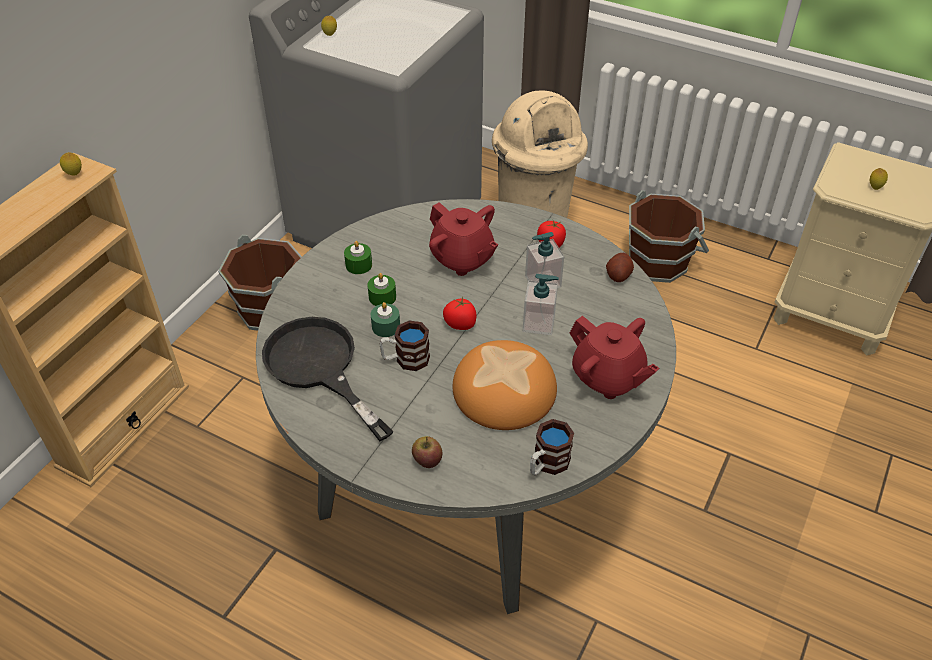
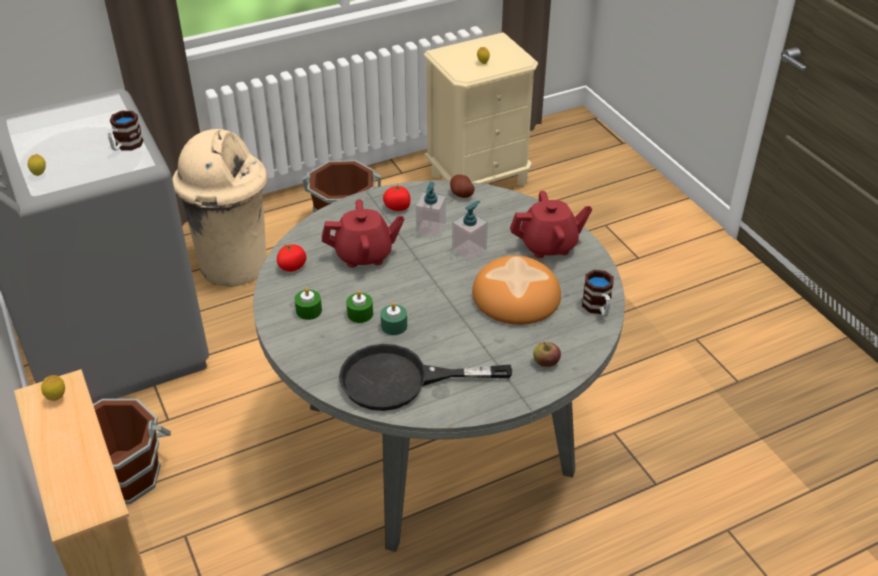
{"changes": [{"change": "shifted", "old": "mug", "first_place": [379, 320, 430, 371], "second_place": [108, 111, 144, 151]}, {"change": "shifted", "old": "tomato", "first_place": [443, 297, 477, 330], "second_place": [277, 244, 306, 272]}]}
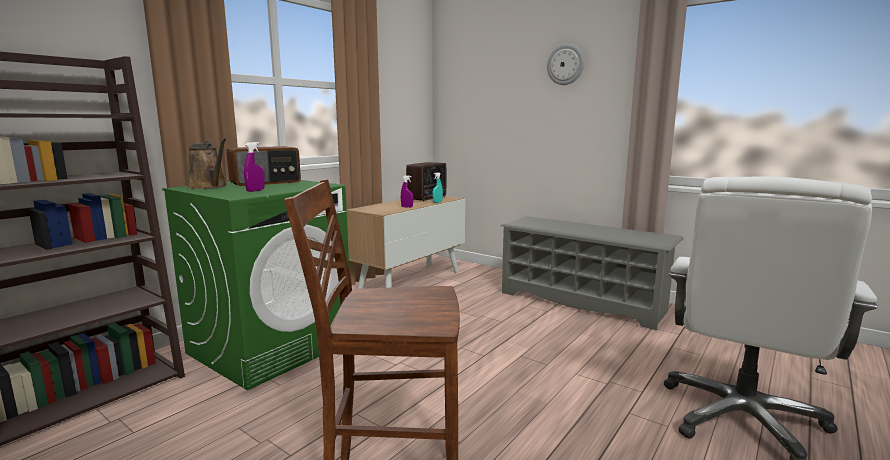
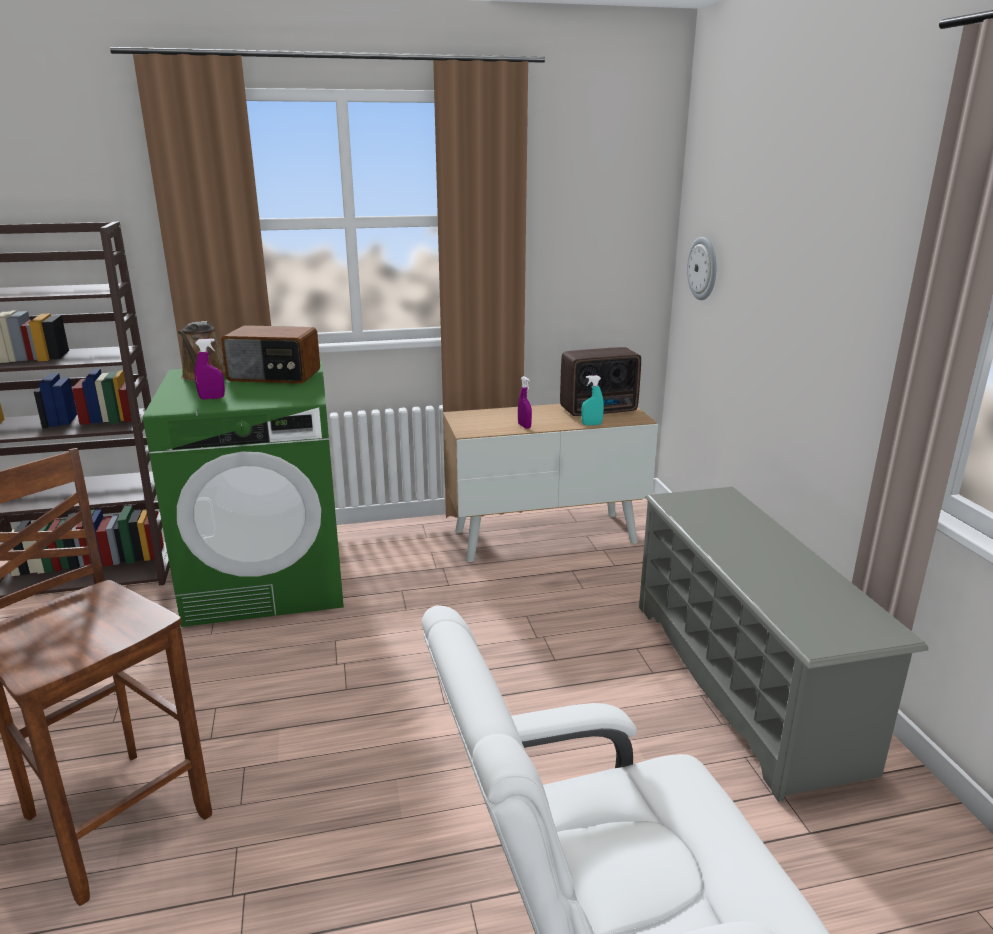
{"changes": [{"change": "shifted", "old": "wall clock", "first_place": [547, 44, 584, 85], "second_place": [687, 237, 716, 300]}]}
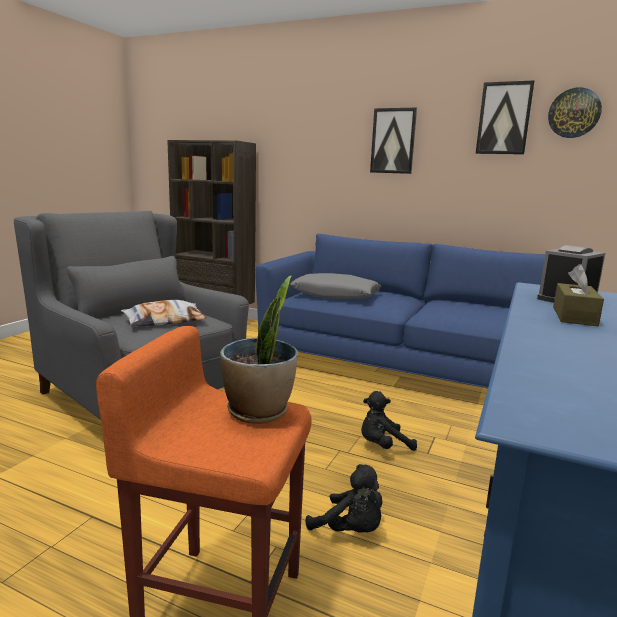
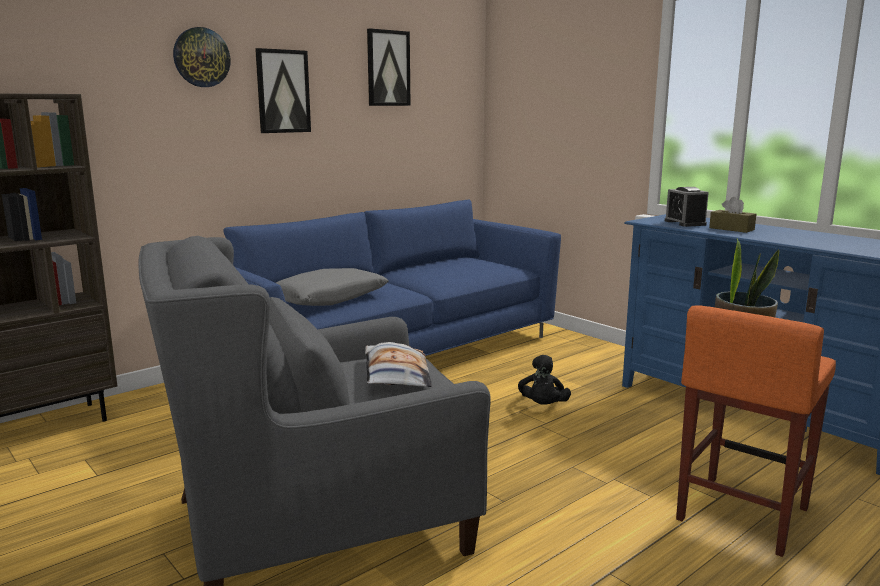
{"changes": [{"change": "shifted", "old": "wall clock", "first_place": [548, 87, 602, 138], "second_place": [173, 27, 230, 87]}, {"change": "gone", "old": "plush toy in black", "first_place": [305, 464, 382, 533]}]}
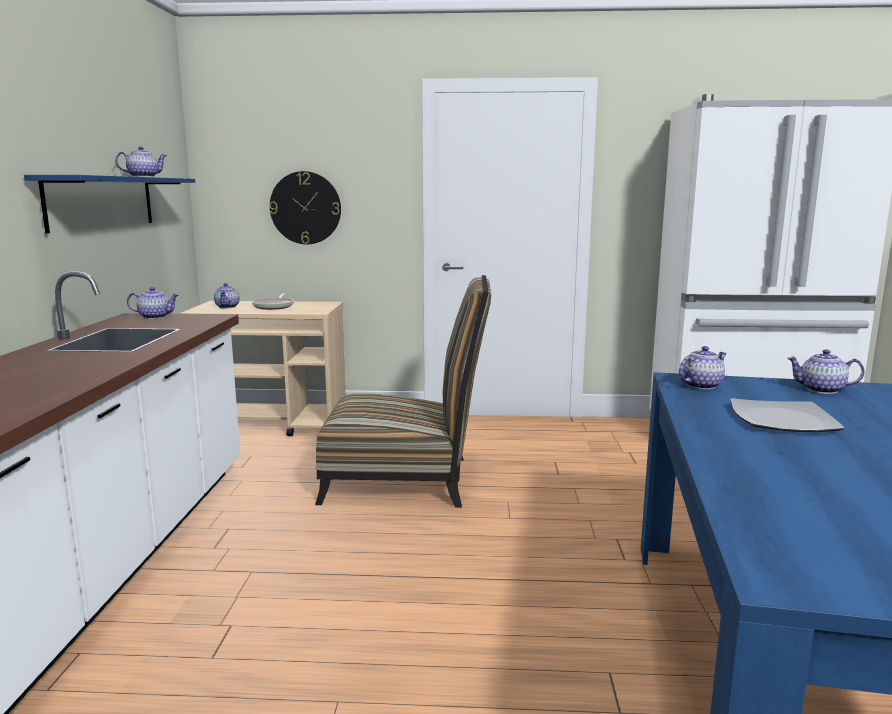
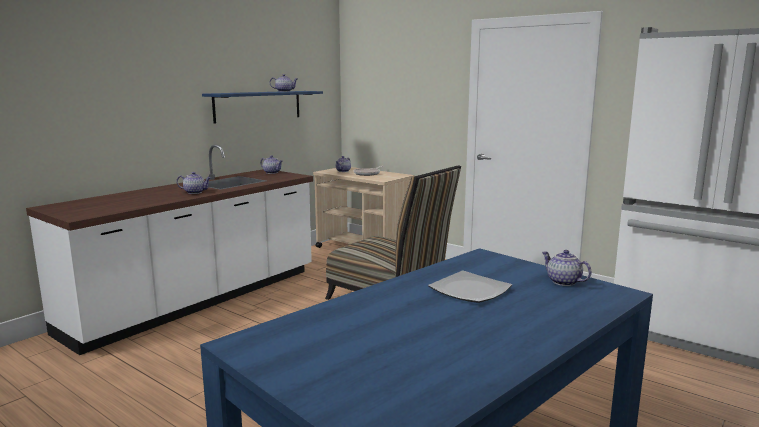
{"changes": [{"change": "shifted", "old": "teapot", "first_place": [679, 346, 727, 390], "second_place": [176, 172, 212, 194]}, {"change": "gone", "old": "wall clock", "first_place": [269, 171, 341, 244]}]}
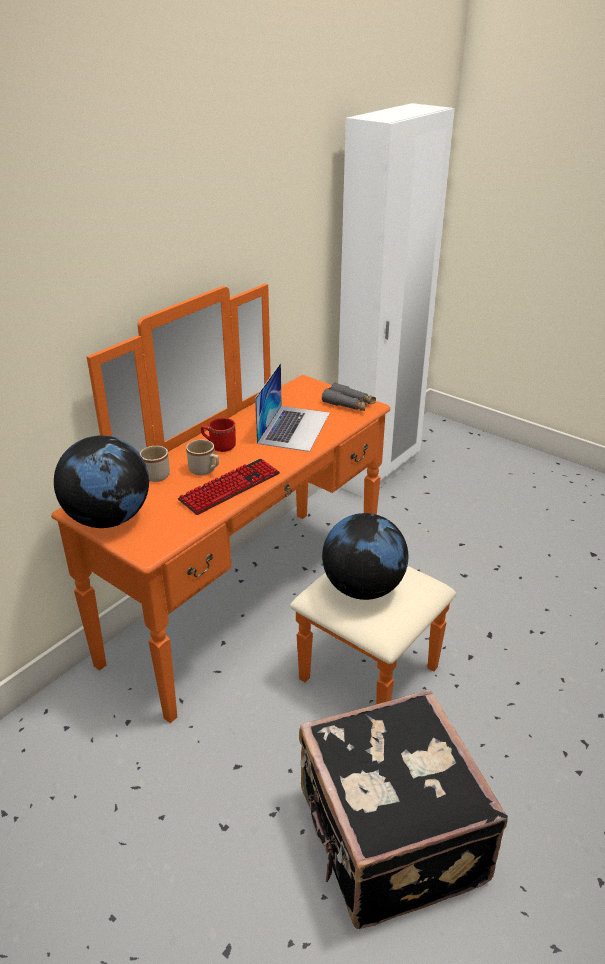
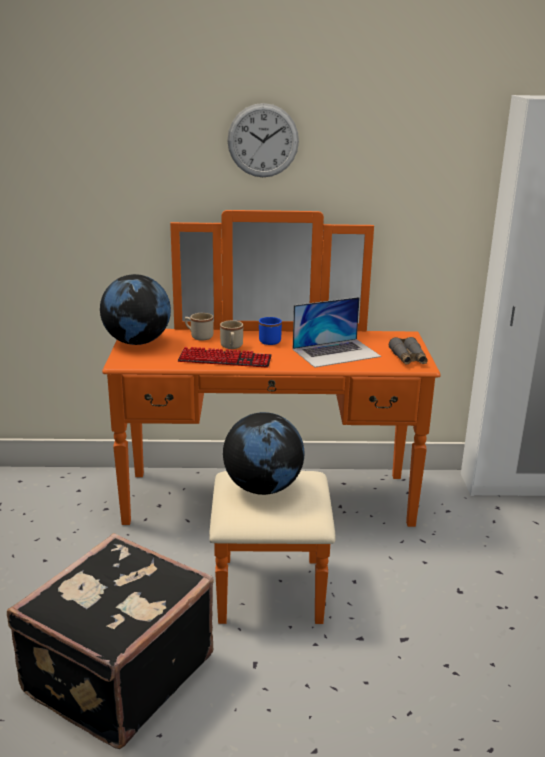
{"changes": [{"change": "new", "new": "wall clock", "second_place": [227, 103, 299, 177]}, {"change": "repainted", "old": "mug in red", "new": "mug in blue", "first_place": [201, 418, 236, 452], "second_place": [259, 317, 282, 345]}]}
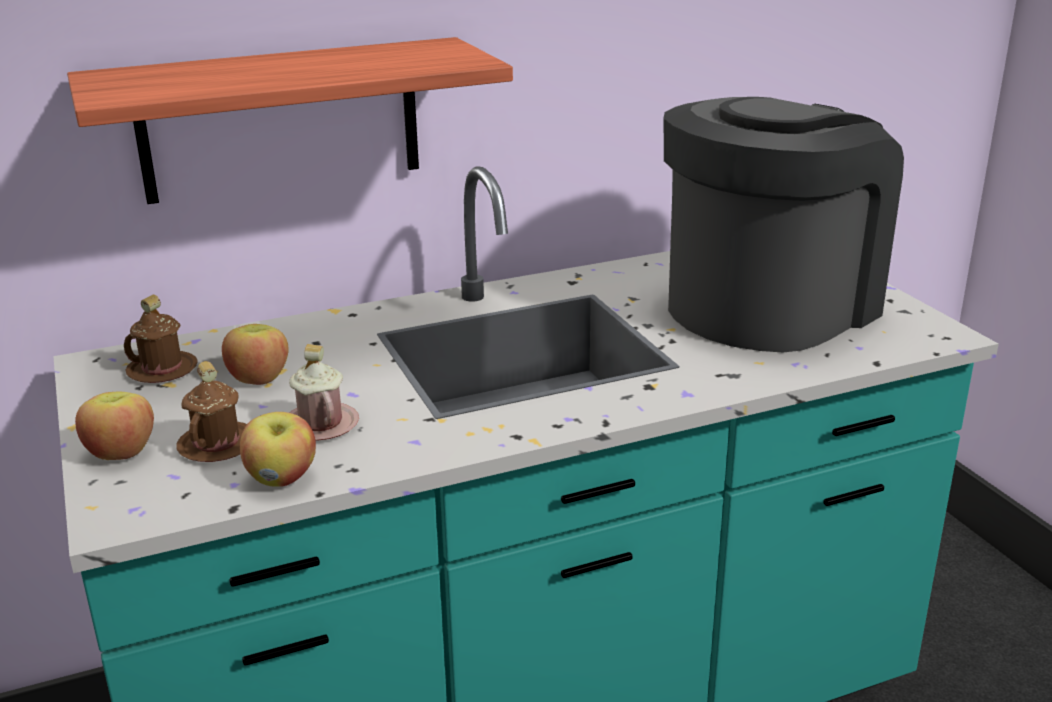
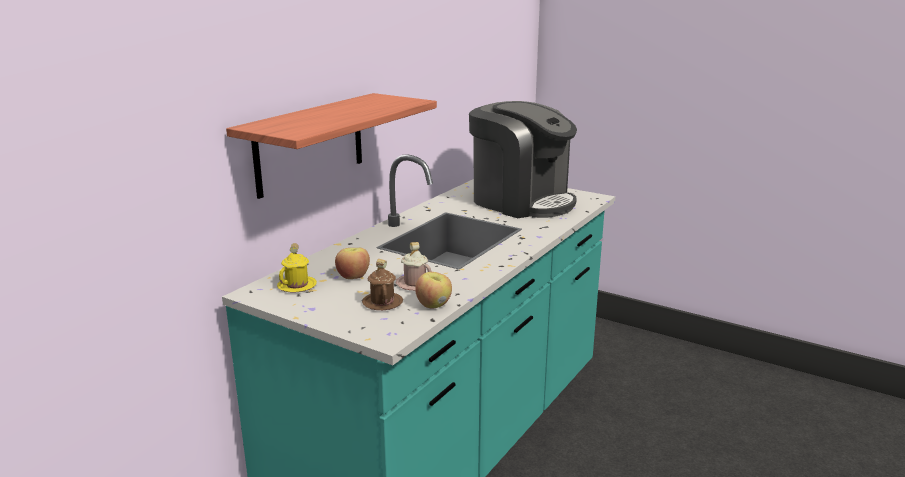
{"changes": [{"change": "repainted", "old": "mug in brown", "new": "mug in yellow", "first_place": [124, 295, 198, 383], "second_place": [277, 243, 317, 293]}, {"change": "rotated", "old": "coffee machine", "first_place": [664, 97, 904, 352], "second_place": [469, 101, 577, 218], "degrees": 120}, {"change": "gone", "old": "apple", "first_place": [75, 392, 154, 460]}]}
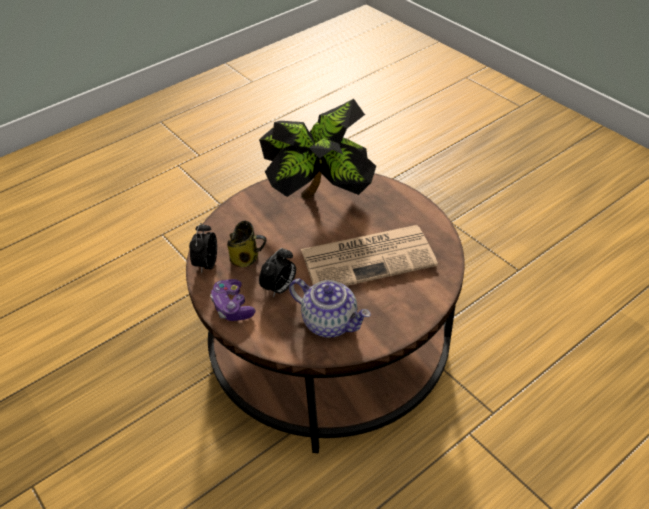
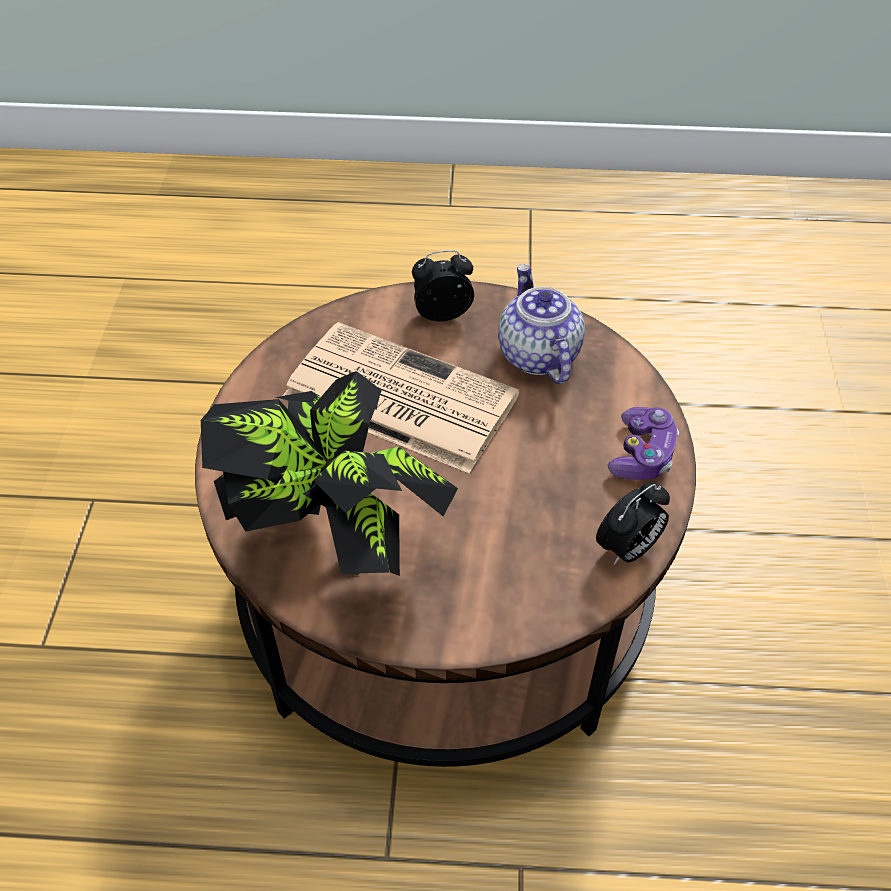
{"changes": [{"change": "shifted", "old": "alarm clock", "first_place": [259, 248, 296, 298], "second_place": [412, 250, 474, 321]}, {"change": "gone", "old": "mug", "first_place": [227, 220, 267, 267]}]}
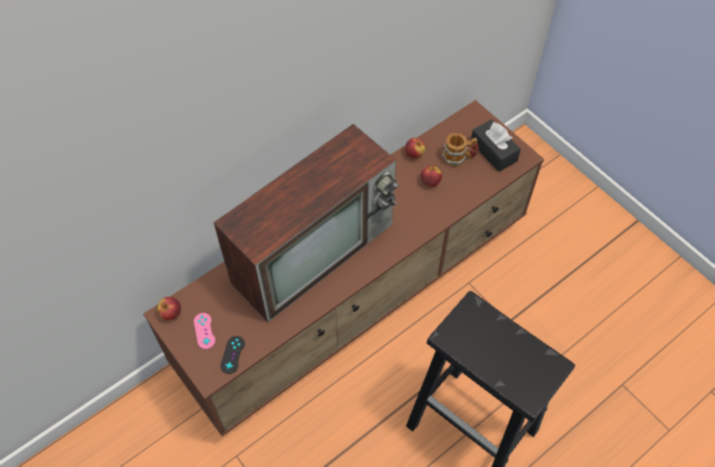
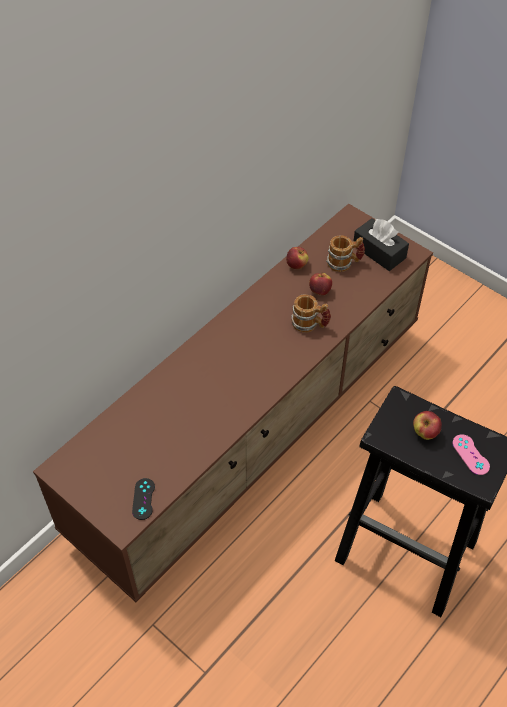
{"changes": [{"change": "new", "new": "mug", "second_place": [291, 294, 331, 333]}, {"change": "shifted", "old": "apple", "first_place": [157, 297, 181, 321], "second_place": [413, 411, 442, 440]}, {"change": "shifted", "old": "game controller in pink", "first_place": [194, 313, 215, 349], "second_place": [452, 434, 490, 475]}, {"change": "gone", "old": "television", "first_place": [214, 124, 399, 322]}]}
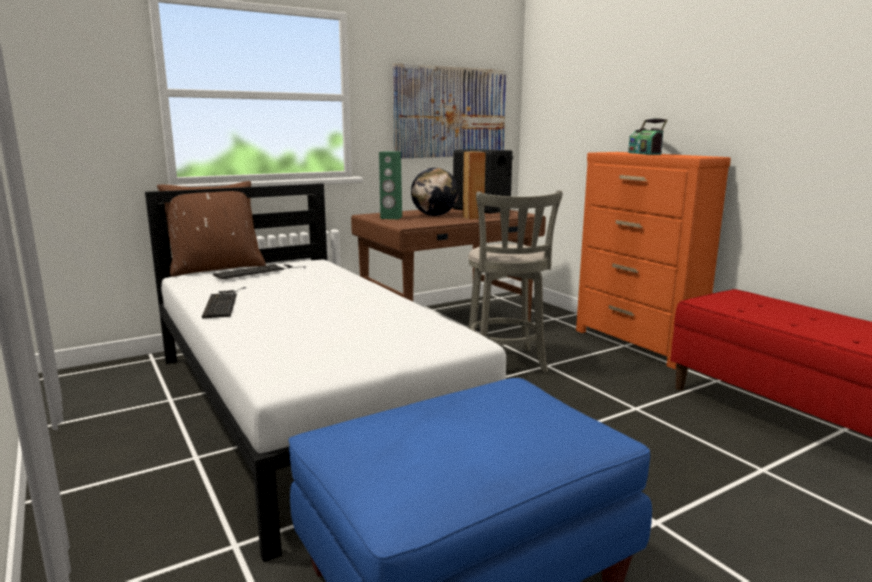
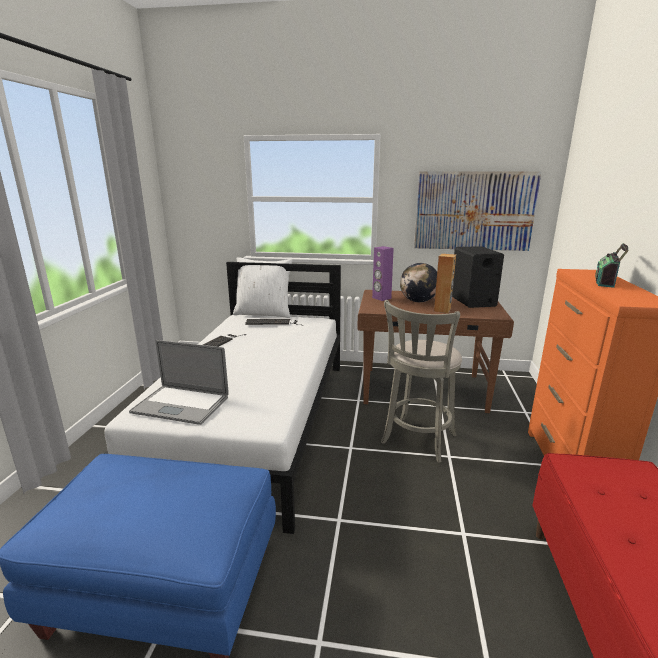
{"changes": [{"change": "new", "new": "laptop", "second_place": [129, 340, 229, 425]}, {"change": "repainted", "old": "pillow in brown", "new": "pillow in white", "first_place": [157, 181, 266, 277], "second_place": [233, 257, 293, 318]}, {"change": "repainted", "old": "speaker in green", "new": "speaker in purple", "first_place": [379, 151, 402, 219], "second_place": [372, 246, 394, 301]}]}
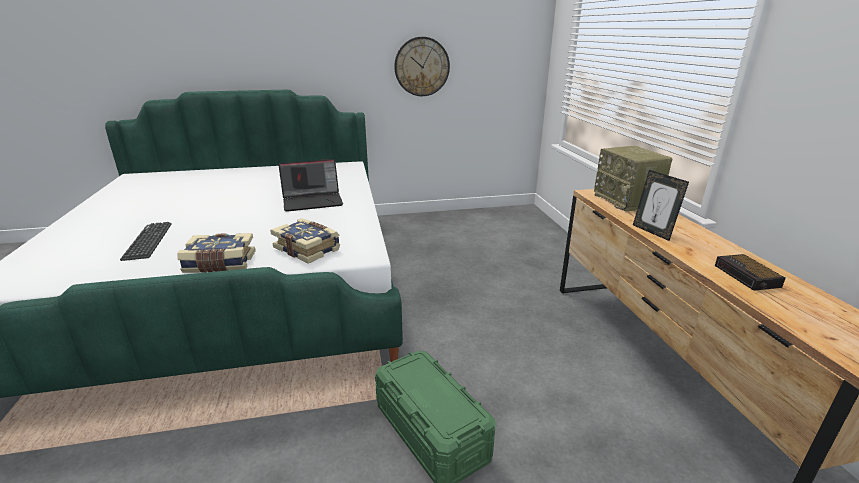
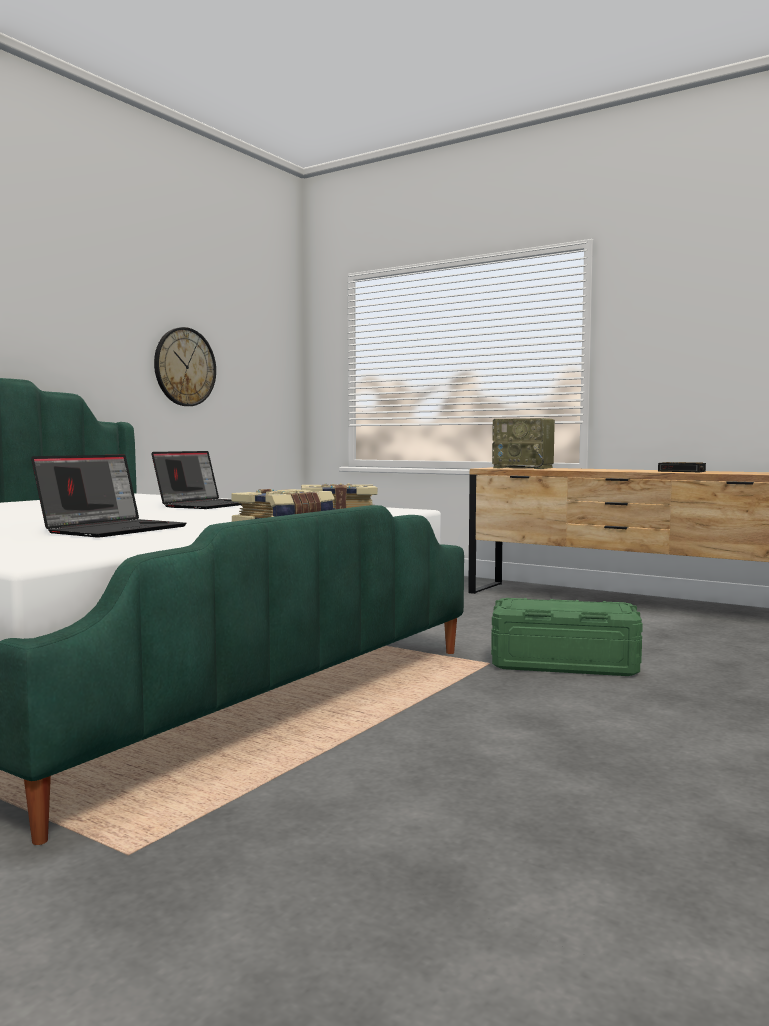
{"changes": [{"change": "swapped", "old": "keyboard", "new": "laptop", "first_place": [120, 222, 172, 261], "second_place": [31, 455, 187, 537]}, {"change": "gone", "old": "picture frame", "first_place": [633, 170, 689, 241]}]}
